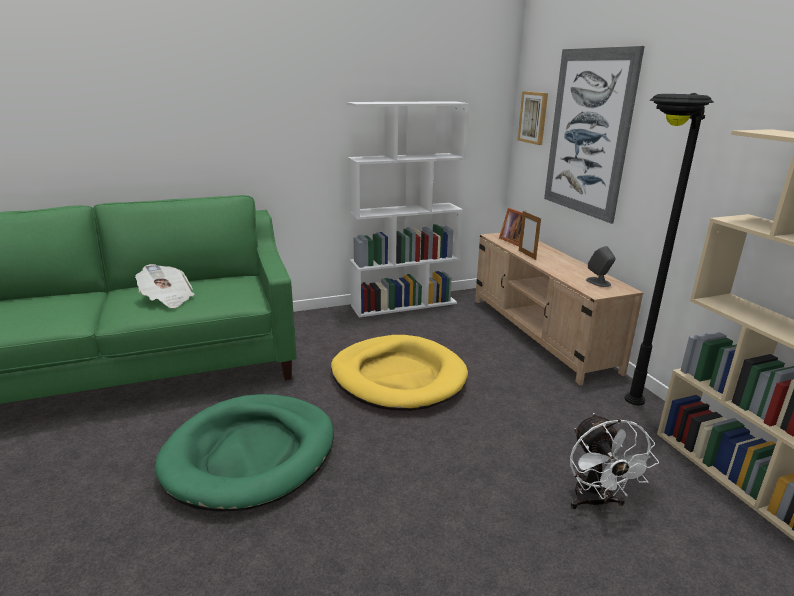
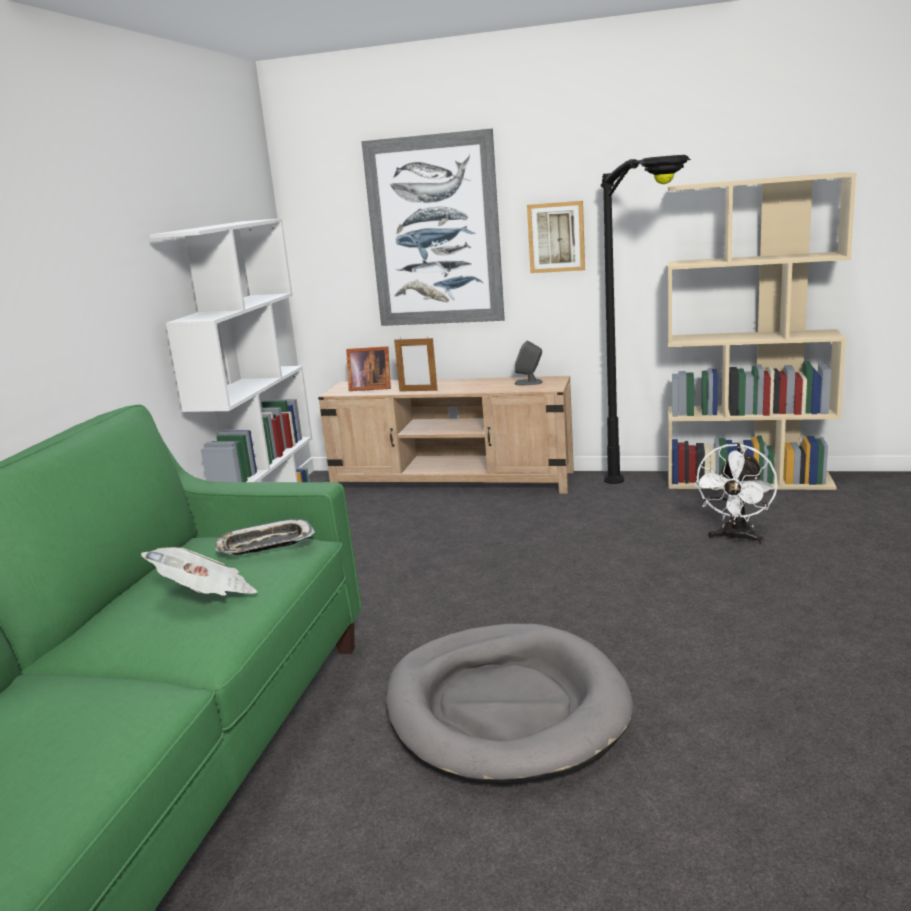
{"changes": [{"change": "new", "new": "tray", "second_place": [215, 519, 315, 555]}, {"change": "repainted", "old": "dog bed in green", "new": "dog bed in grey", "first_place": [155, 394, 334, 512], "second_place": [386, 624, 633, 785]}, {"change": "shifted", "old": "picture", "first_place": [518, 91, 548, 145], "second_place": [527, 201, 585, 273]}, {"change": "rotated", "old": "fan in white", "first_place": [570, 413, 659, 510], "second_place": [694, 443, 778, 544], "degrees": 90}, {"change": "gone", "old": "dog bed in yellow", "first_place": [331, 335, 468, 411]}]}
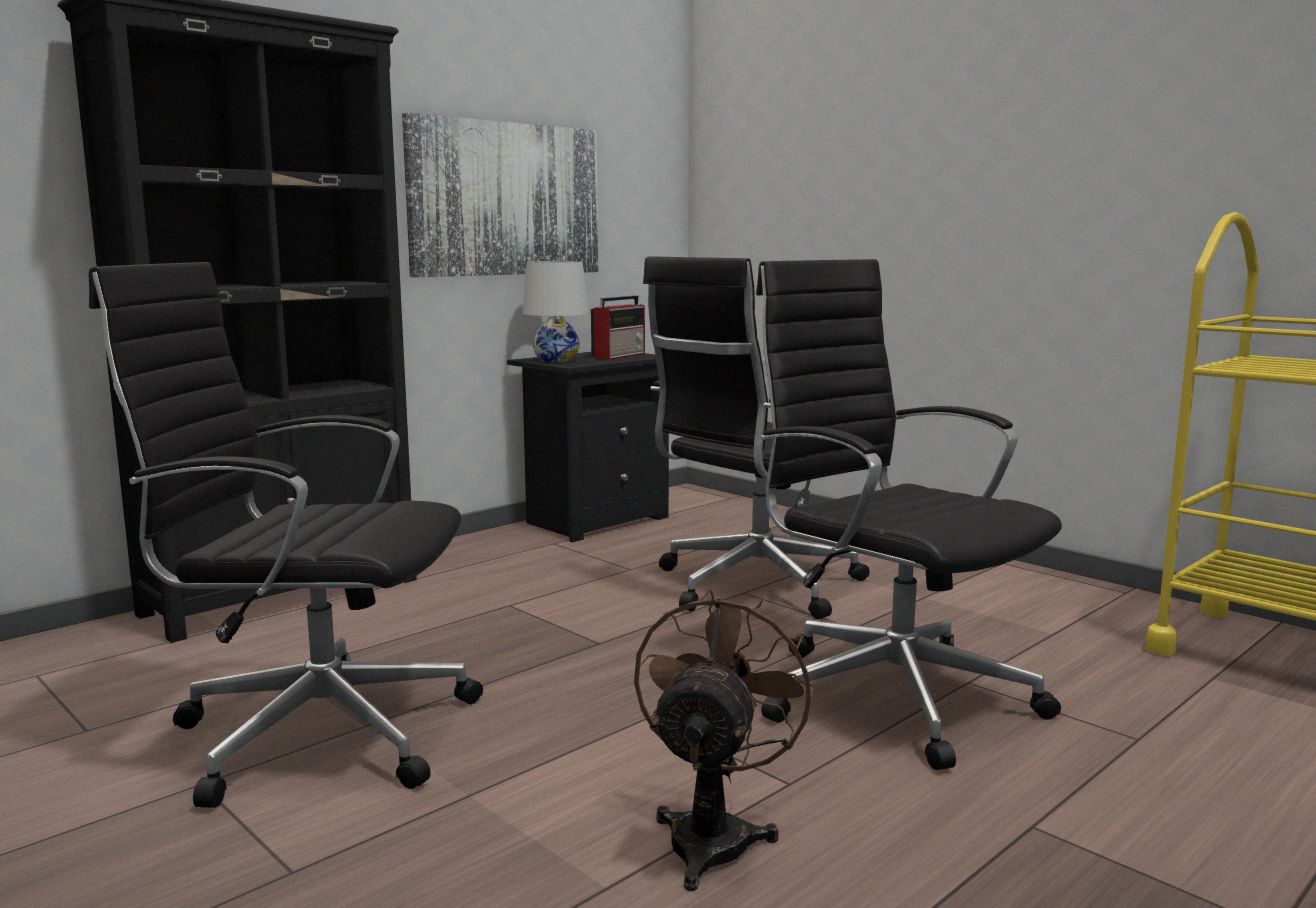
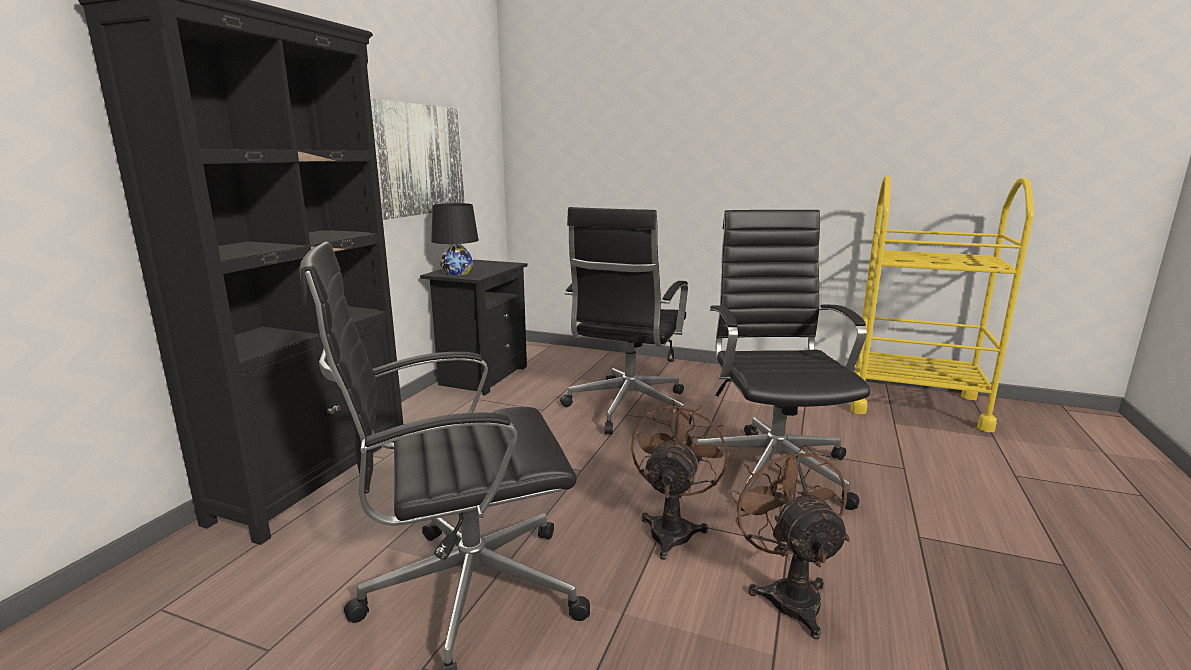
{"changes": [{"change": "repainted", "old": "table lamp in white", "new": "table lamp in black", "first_place": [522, 261, 589, 363], "second_place": [431, 203, 479, 276]}, {"change": "new", "new": "fan in brown", "second_place": [631, 399, 729, 560]}, {"change": "rotated", "old": "office chair in black", "first_place": [756, 259, 1062, 770], "second_place": [695, 210, 870, 512], "degrees": 60}, {"change": "gone", "old": "radio", "first_place": [591, 296, 645, 359]}]}
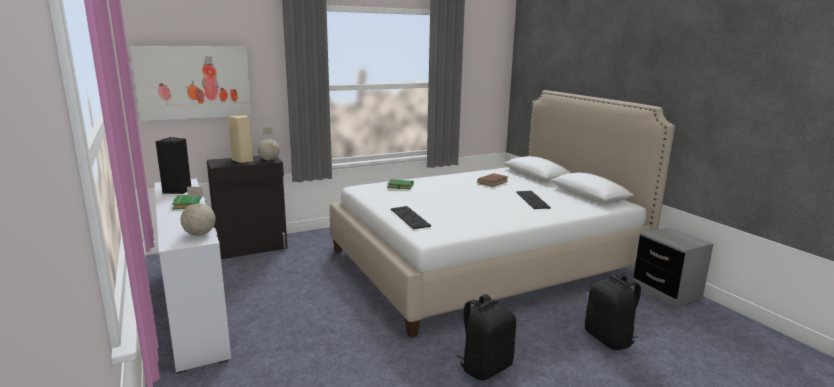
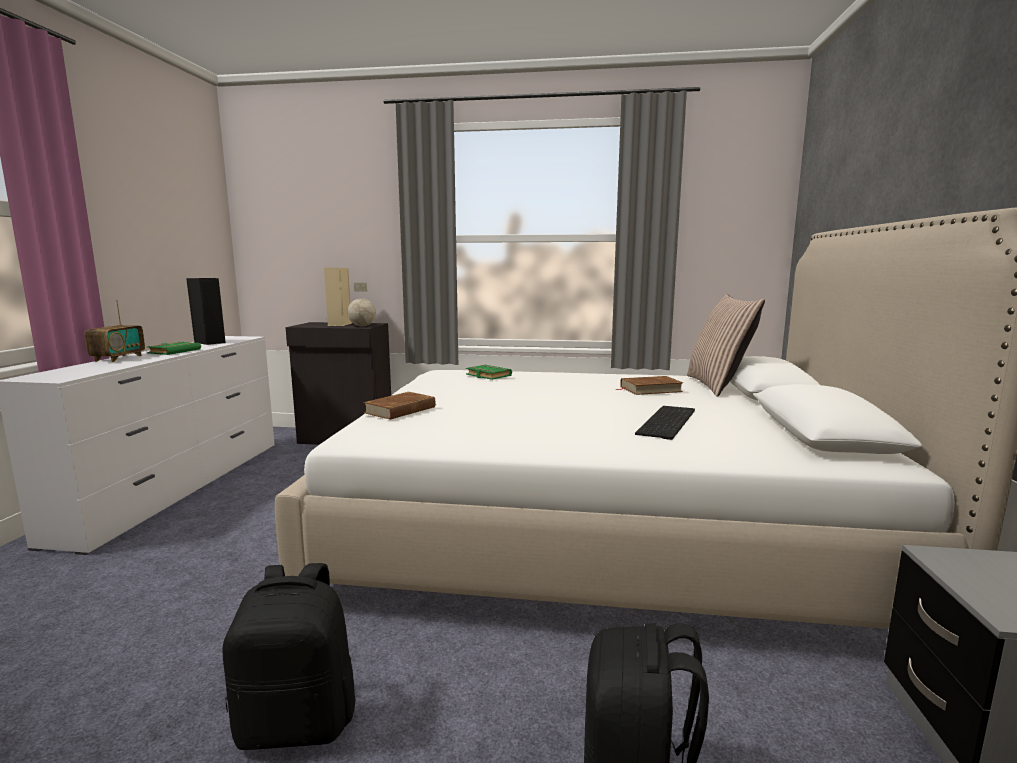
{"changes": [{"change": "new", "new": "radio", "second_place": [85, 300, 145, 362]}, {"change": "swapped", "old": "keyboard", "new": "book in brown", "first_place": [391, 206, 431, 229], "second_place": [363, 392, 436, 420]}, {"change": "new", "new": "pillow", "second_place": [687, 294, 765, 397]}, {"change": "gone", "old": "picture", "first_place": [130, 46, 252, 121]}, {"change": "gone", "old": "globe", "first_place": [180, 187, 216, 236]}]}
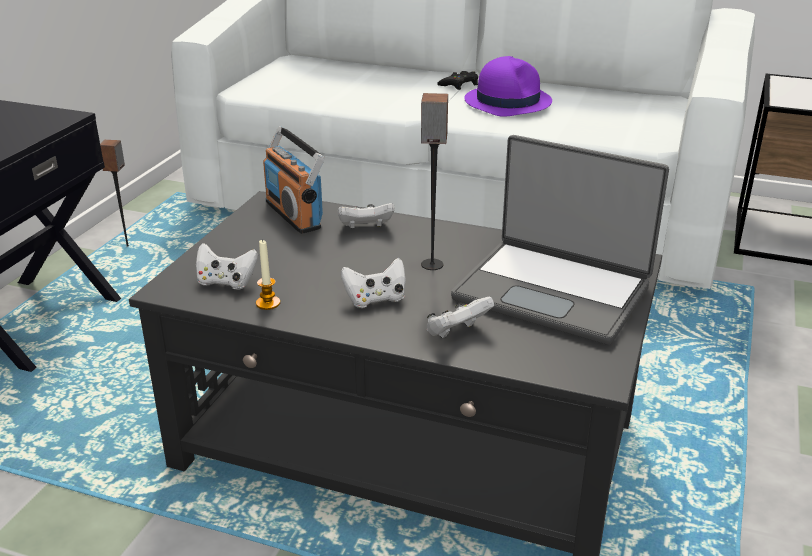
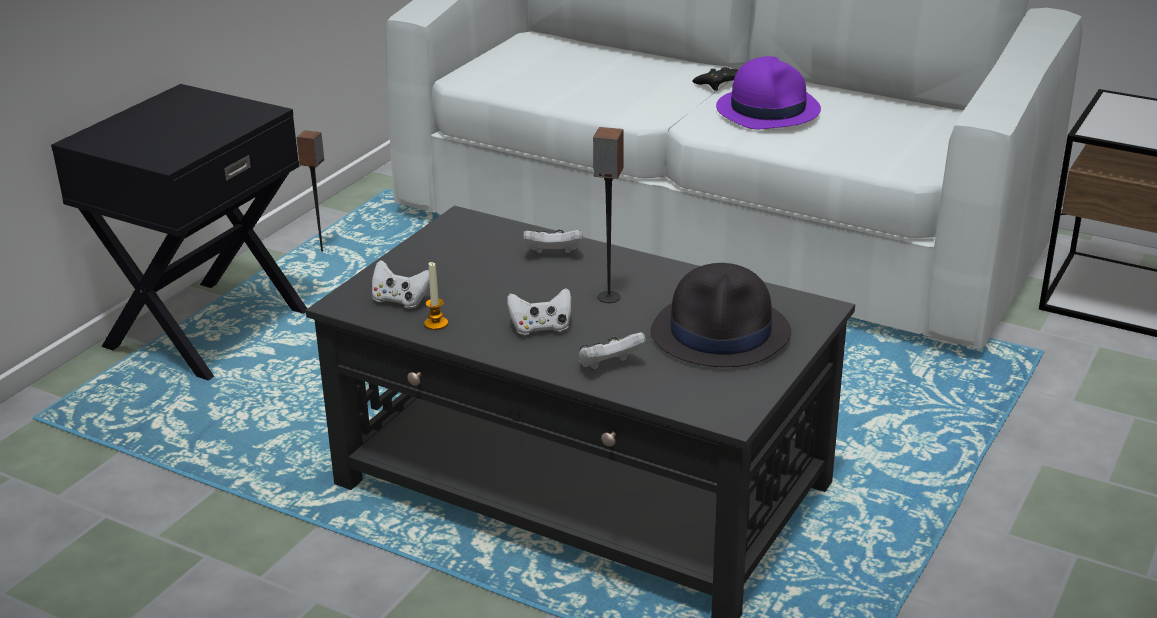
{"changes": [{"change": "swapped", "old": "laptop", "new": "hat in black", "first_place": [451, 135, 669, 345], "second_place": [650, 263, 791, 367]}, {"change": "gone", "old": "radio", "first_place": [263, 126, 325, 234]}]}
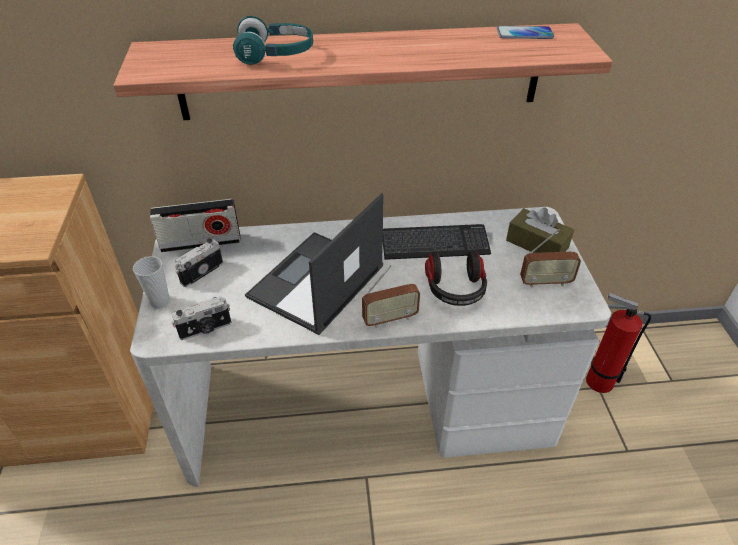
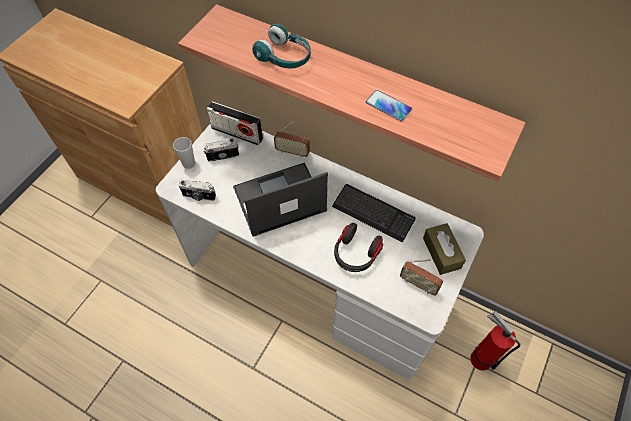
{"changes": [{"change": "shifted", "old": "radio", "first_place": [362, 265, 420, 328], "second_place": [274, 122, 310, 158]}, {"change": "shifted", "old": "phone", "first_place": [497, 26, 554, 39], "second_place": [366, 90, 412, 121]}]}
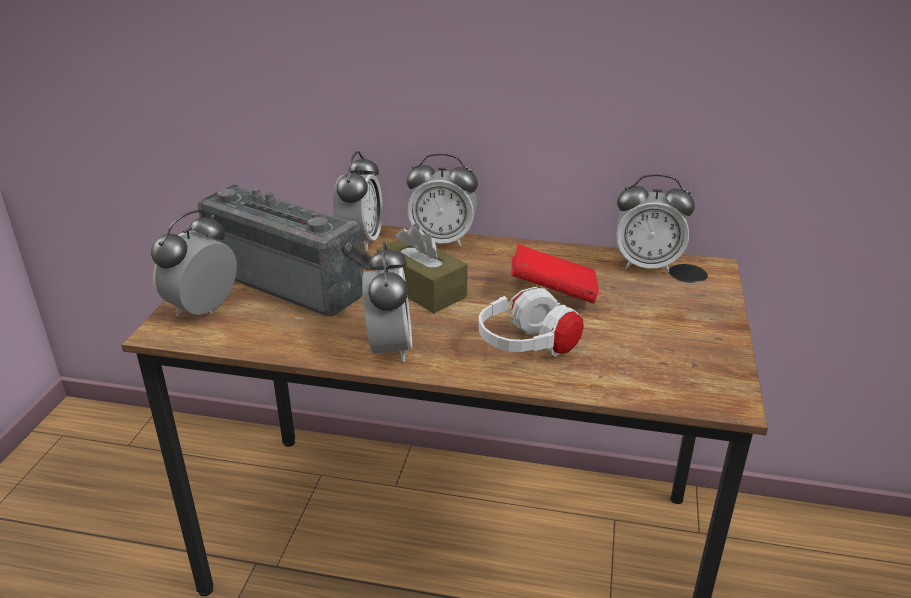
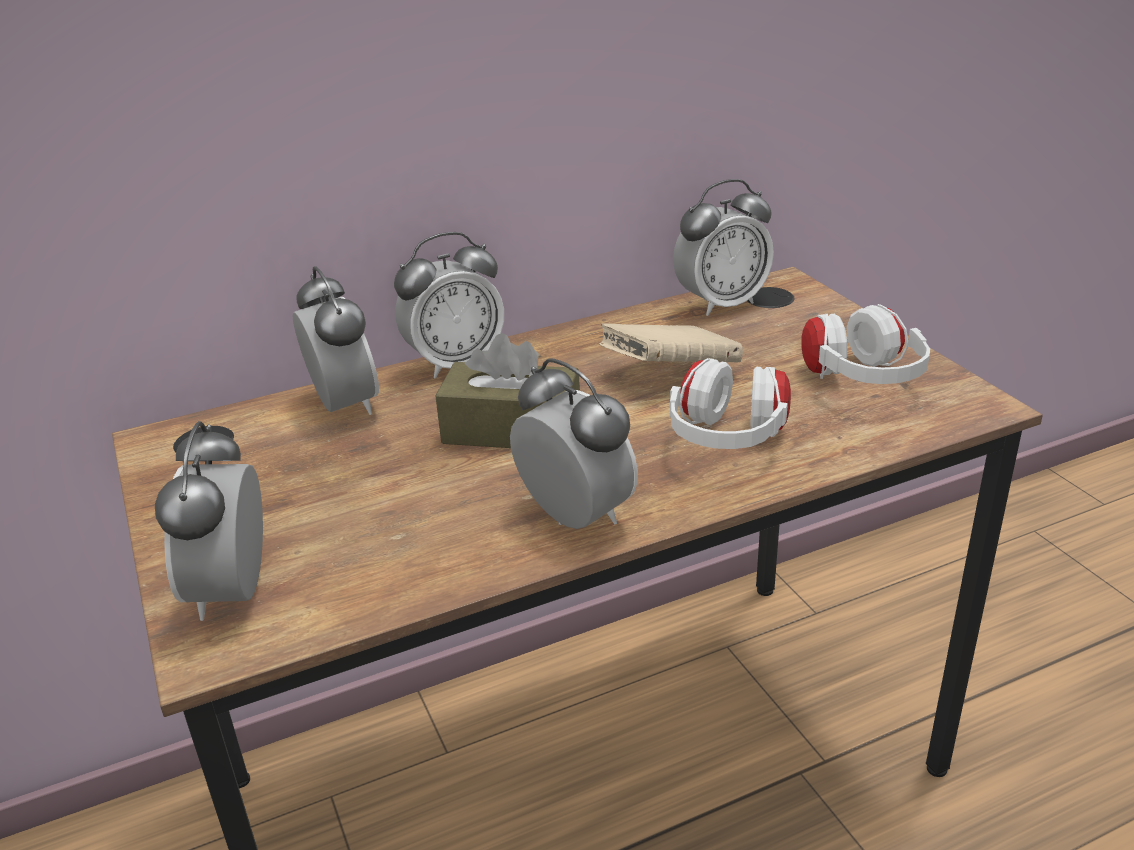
{"changes": [{"change": "repainted", "old": "book in red", "new": "book in beige", "first_place": [511, 244, 599, 304], "second_place": [599, 323, 743, 362]}, {"change": "new", "new": "headphones in white", "second_place": [801, 304, 930, 384]}, {"change": "gone", "old": "radio", "first_place": [198, 185, 372, 316]}]}
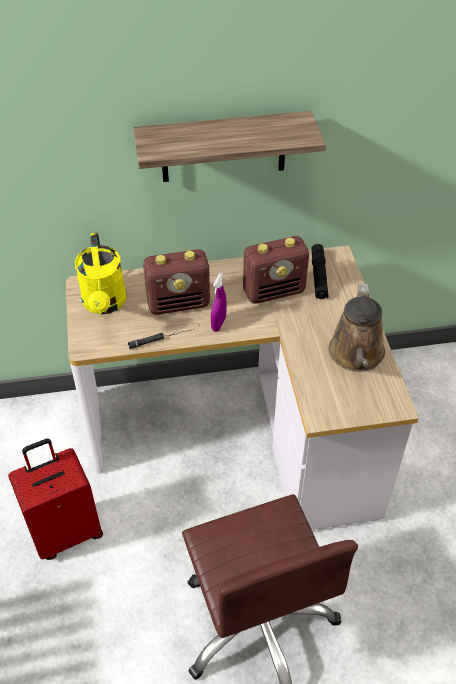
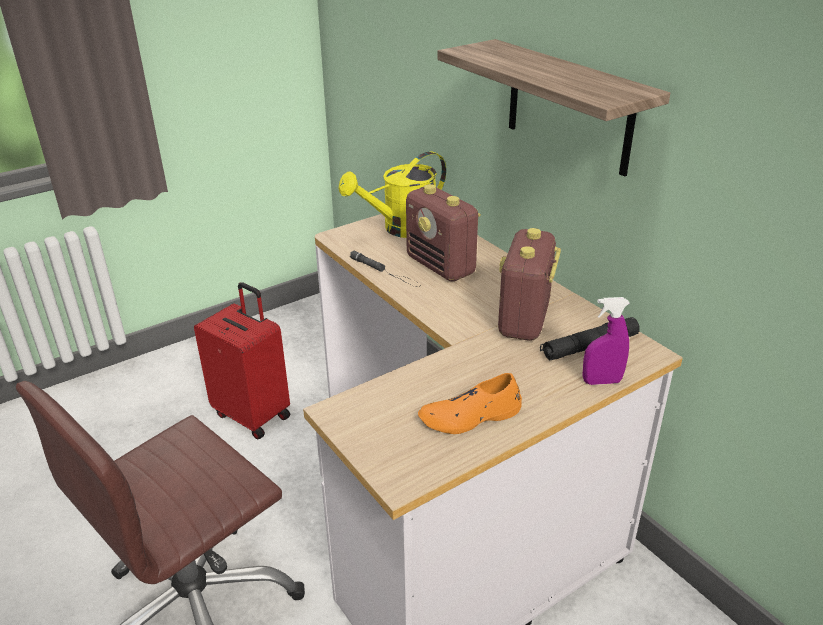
{"changes": [{"change": "swapped", "old": "watering can in brown", "new": "shoe in orange", "first_place": [329, 284, 385, 372], "second_place": [418, 373, 522, 434]}, {"change": "rotated", "old": "radio", "first_place": [243, 236, 309, 304], "second_place": [498, 228, 561, 341], "degrees": 60}, {"change": "shifted", "old": "spray bottle in purple", "first_place": [211, 273, 226, 332], "second_place": [583, 297, 630, 385]}]}
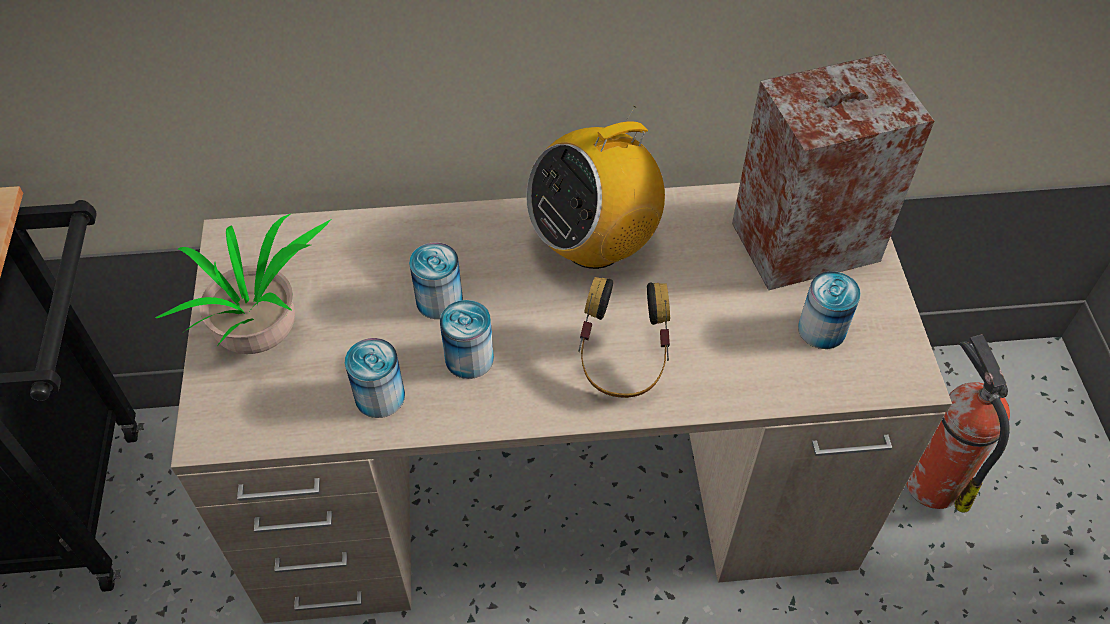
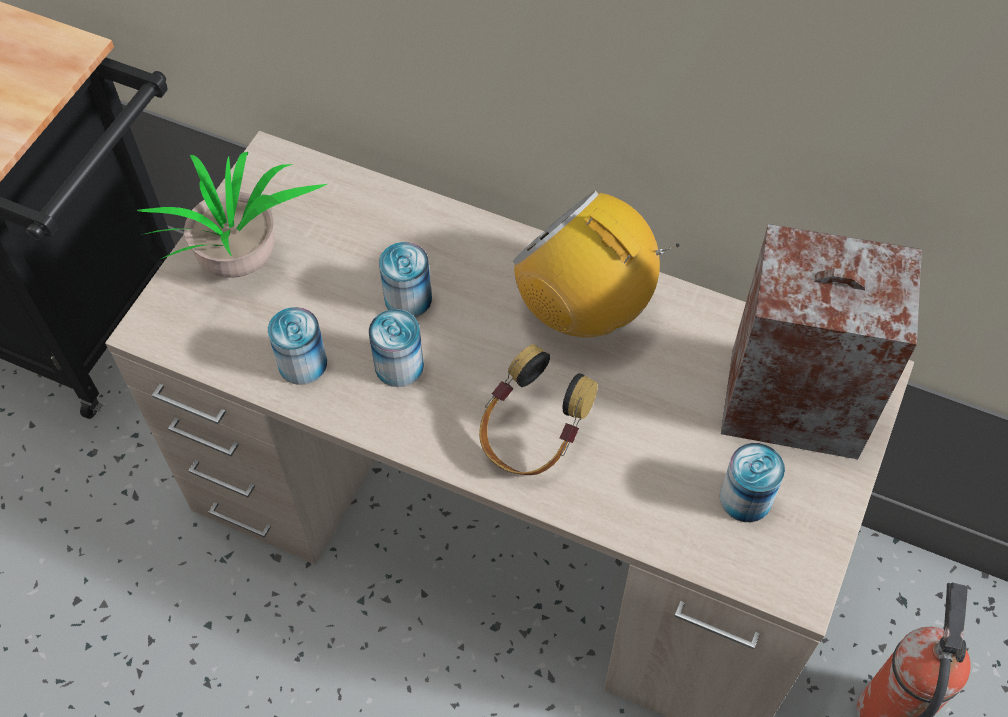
{"changes": [{"change": "rotated", "old": "radio", "first_place": [526, 106, 665, 269], "second_place": [513, 190, 680, 337], "degrees": 45}]}
